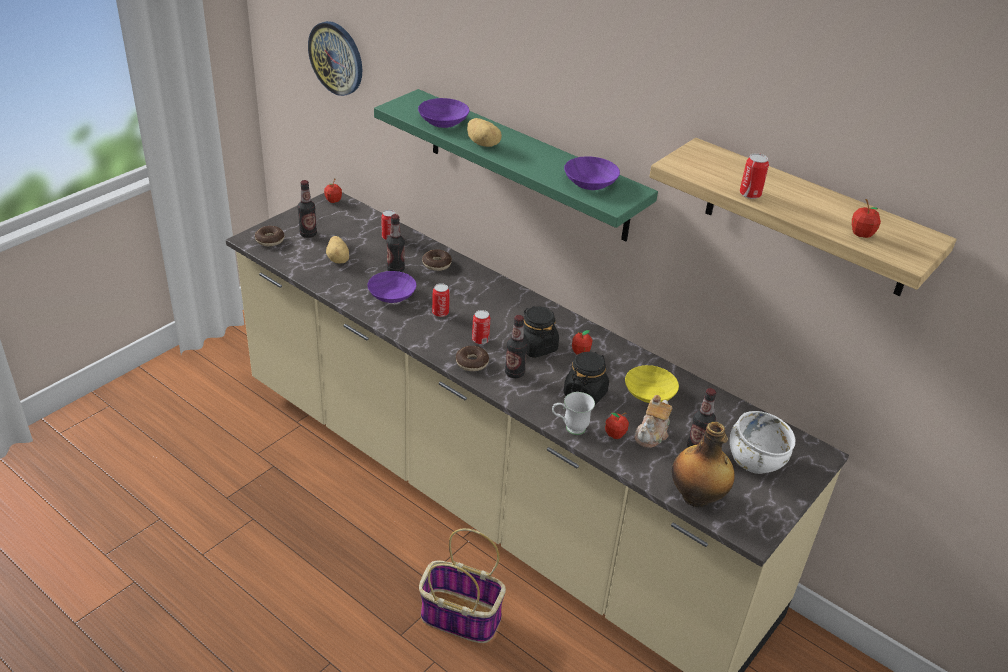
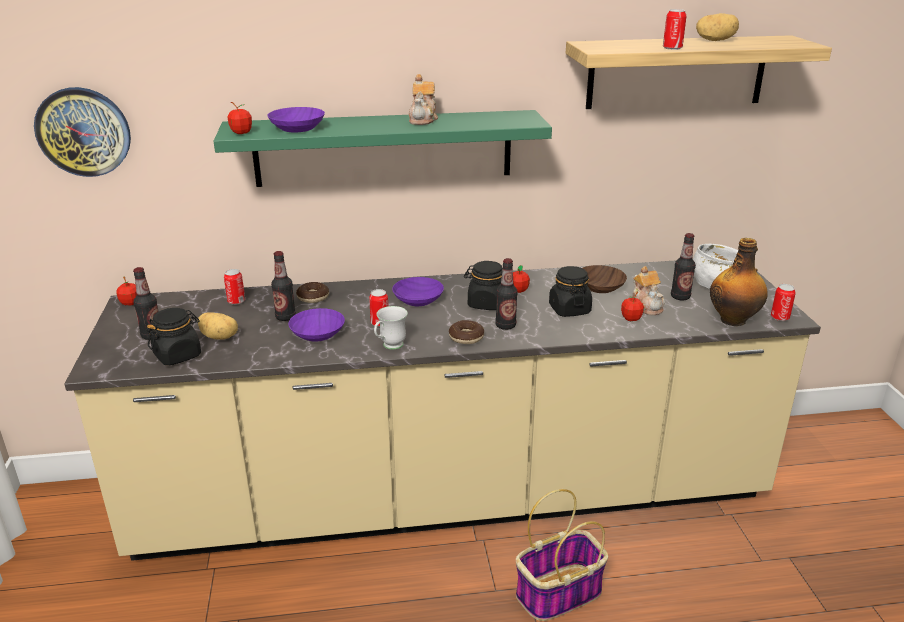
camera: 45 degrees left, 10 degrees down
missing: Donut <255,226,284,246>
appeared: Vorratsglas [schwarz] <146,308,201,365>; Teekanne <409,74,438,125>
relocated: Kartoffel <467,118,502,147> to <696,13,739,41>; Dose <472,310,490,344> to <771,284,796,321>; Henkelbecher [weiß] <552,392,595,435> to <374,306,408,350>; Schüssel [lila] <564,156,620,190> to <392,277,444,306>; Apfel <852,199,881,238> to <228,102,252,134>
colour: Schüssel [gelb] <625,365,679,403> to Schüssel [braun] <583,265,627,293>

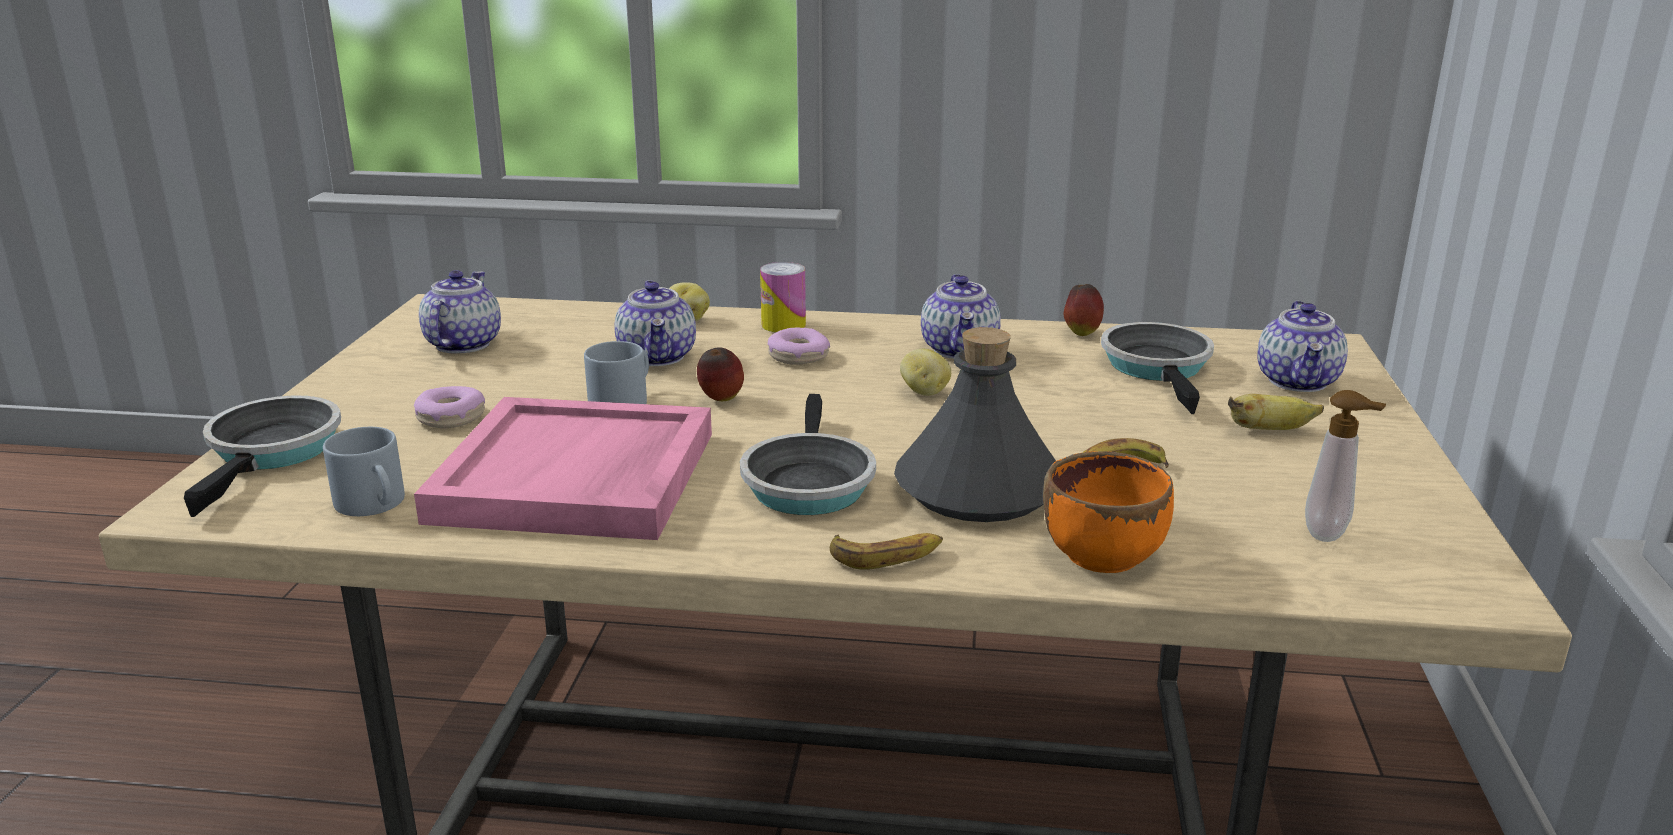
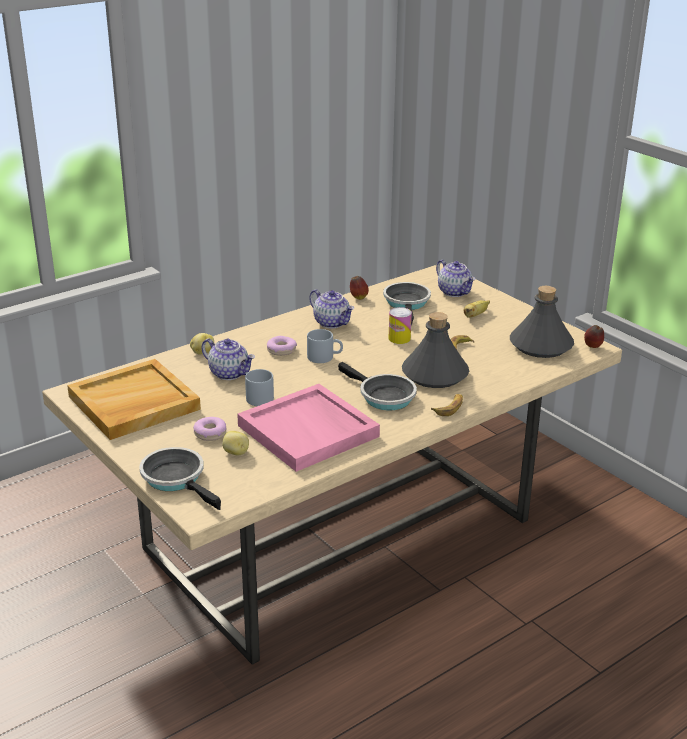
camera: 45 degrees left, 5 degrees up
missing: Schüssel [orange] <1043,451,1174,573>
relocated: Henkelbecher [grau] <323,427,405,516> to <307,329,343,363>; Apfel <697,347,744,401> to <584,325,604,348>; Dose <760,262,806,332> to <388,307,412,344>; Kartoffel <900,349,951,396> to <222,431,249,455>
exchanged: Teekanne <419,270,501,354> to Tablett [beige] <67,359,201,440>; Seifenspender <1305,390,1386,542> to Flasche [grau] <510,286,574,358>
spun: Pfanne <1101,322,1214,414> = <383,282,431,326> 45 degrees clockwise

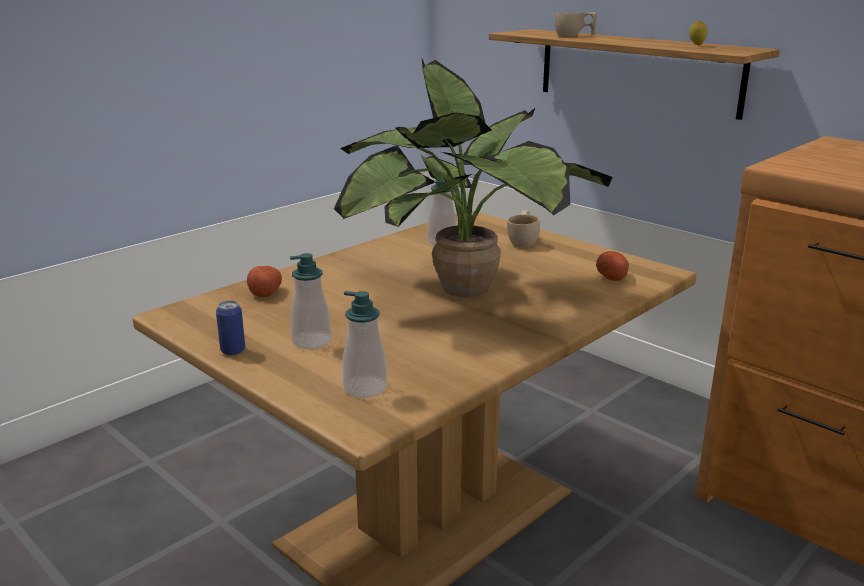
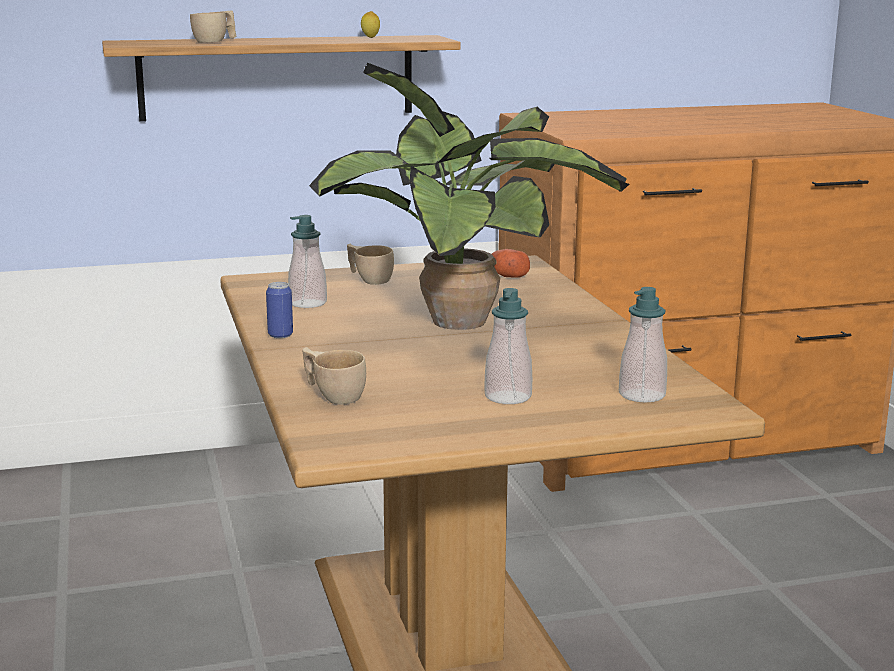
camera: 60 degrees left, 5 degrees down
relocated: Dose <216,300,245,356> to <266,282,293,338>
exchanged: Kartoffel <247,266,282,297> to Tasse [beige] <303,347,366,405>

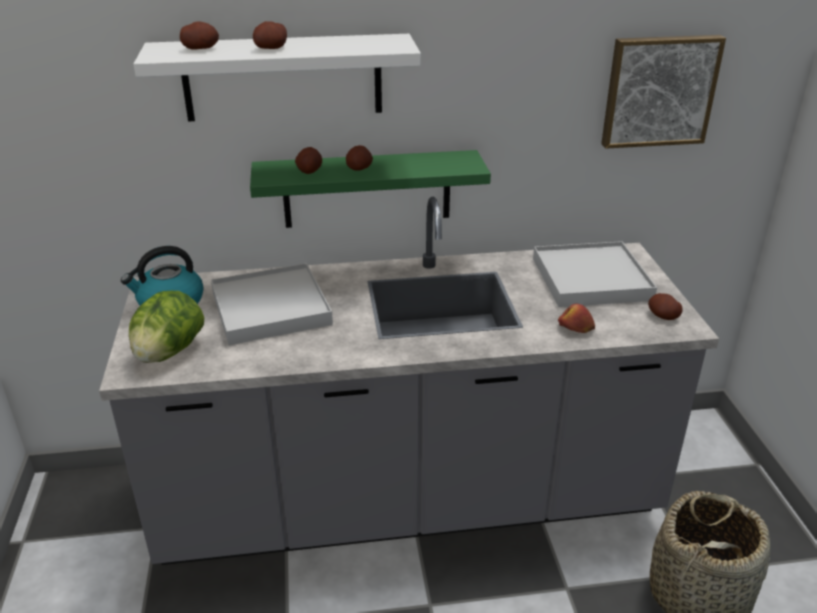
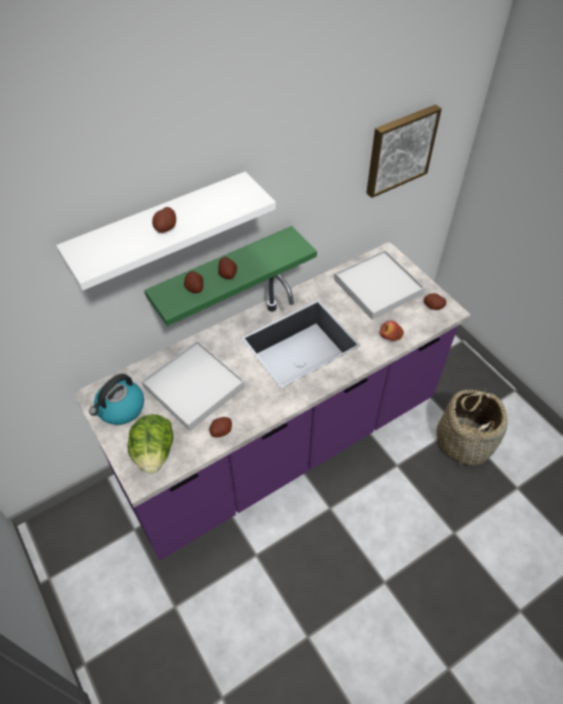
camera: 25 degrees left, 20 degrees up
relocated: Kartoffel <180,22,219,50> to <209,417,232,438>
colour: Küchenzeile [grau] <99,197,719,565> to Küchenzeile [lila] <73,242,471,561>

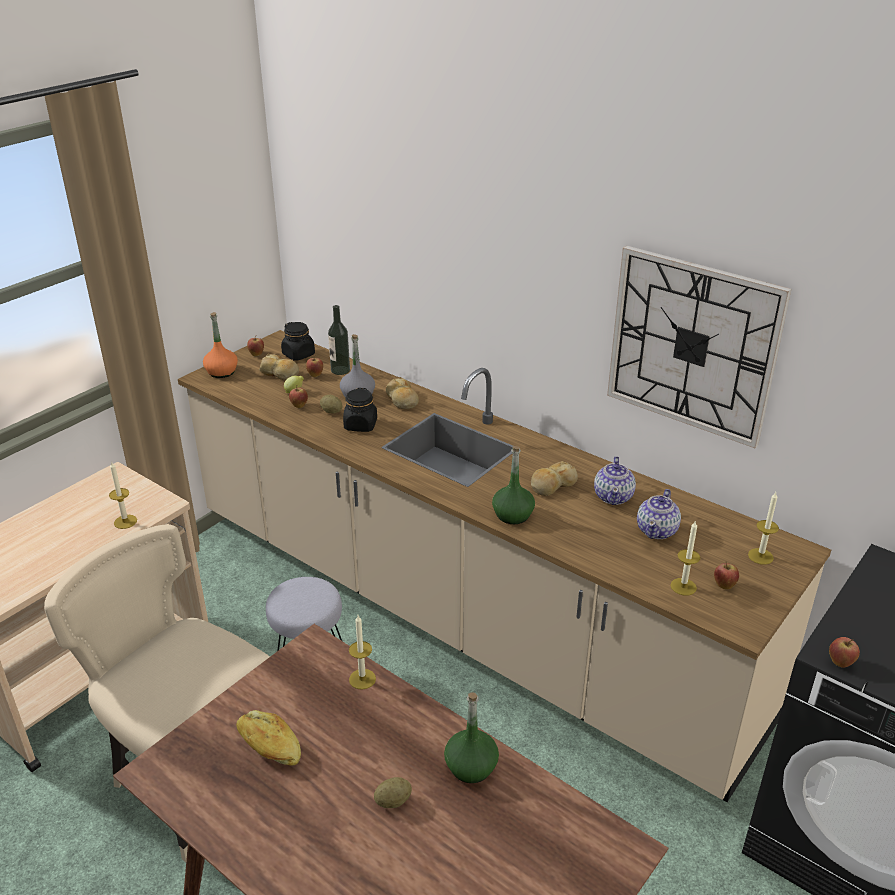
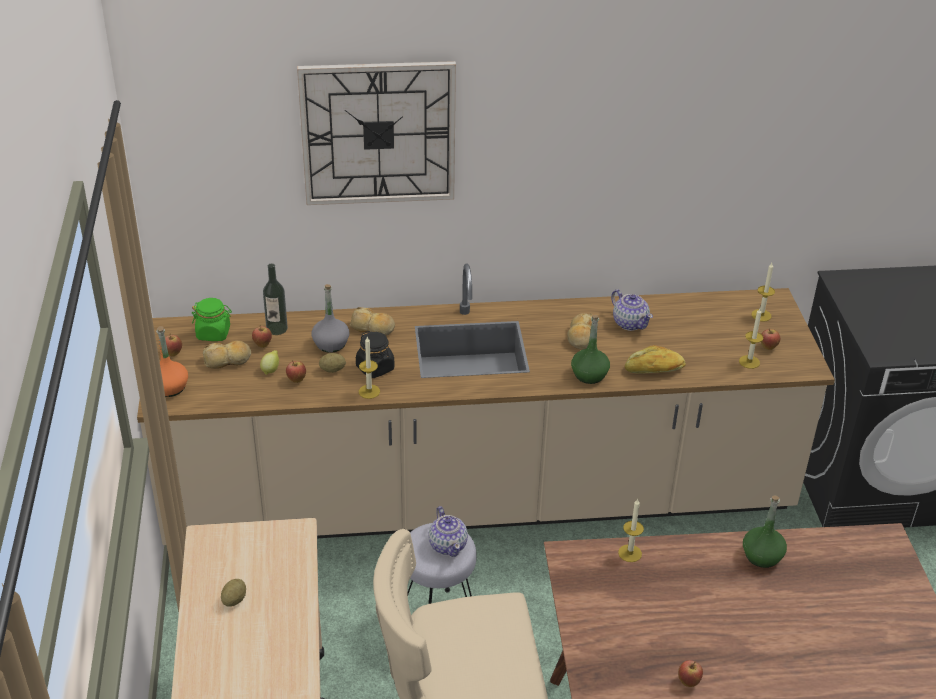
camera: 45 degrees left, 5 degrees up
relocated: Kerze <109,461,137,529> to <359,337,380,399>; Brot <236,710,301,766> to <625,345,686,374>; Kartoffel <374,777,412,808> to <221,579,246,607>; Wanduhr <607,246,791,448> to <297,61,456,205>; Teekanne <637,489,681,539> to <429,506,468,557>; Apfel <829,637,860,668> to <678,660,703,687>
colour: Vorratsglas [schwarz] <281,322,315,361> to Vorratsglas [grün] <192,298,232,341>

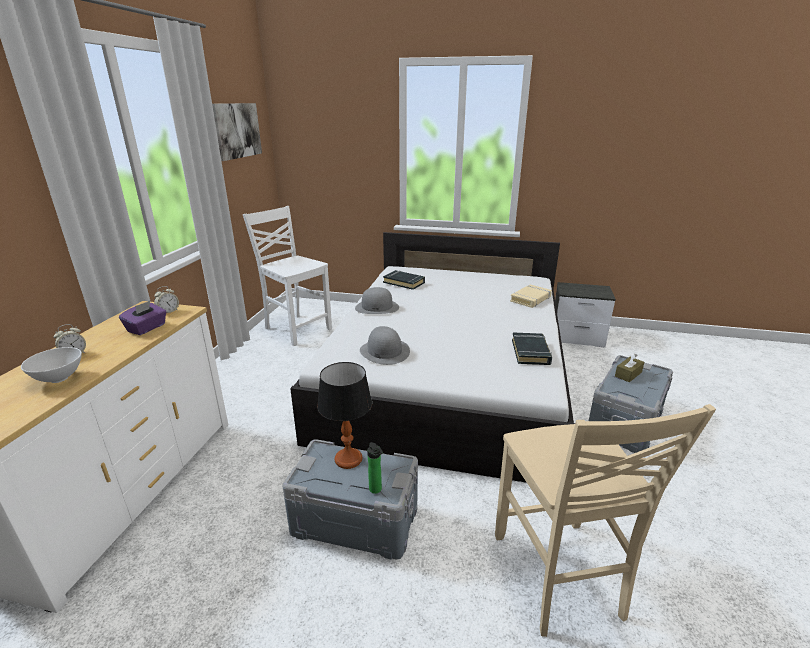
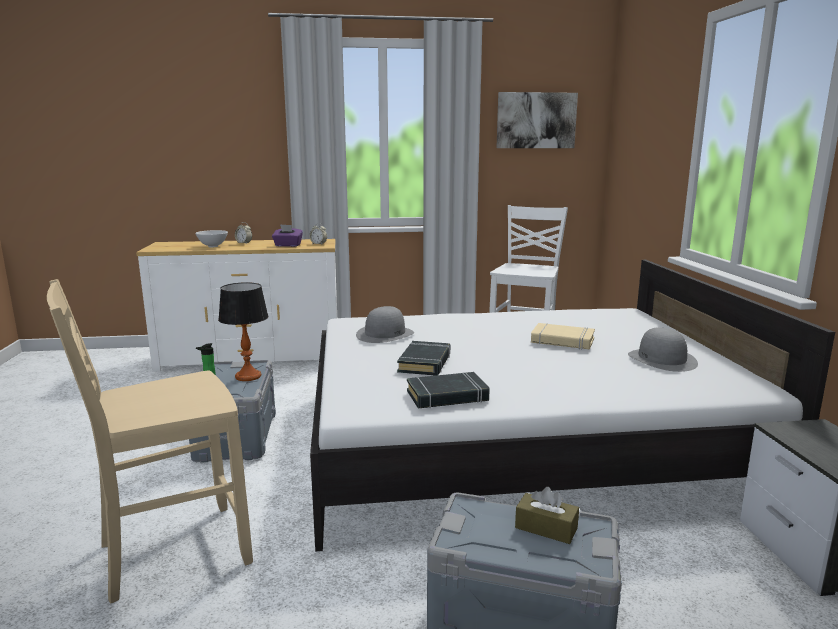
camera: 70 degrees right, 10 degrees down
relocated: Hut [grau] <355,287,399,314> to <628,327,698,372>; Buch [schwarz] <383,270,425,290> to <397,341,450,376>; Buch [beige] <510,284,552,308> to <531,323,595,349>

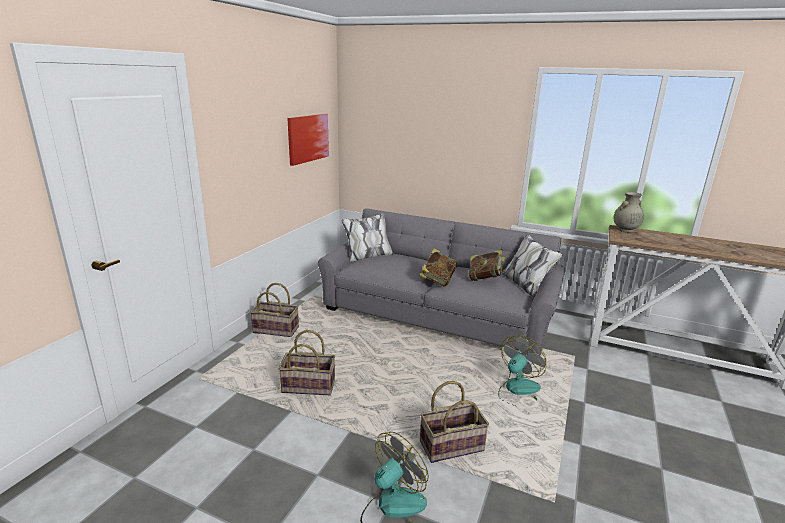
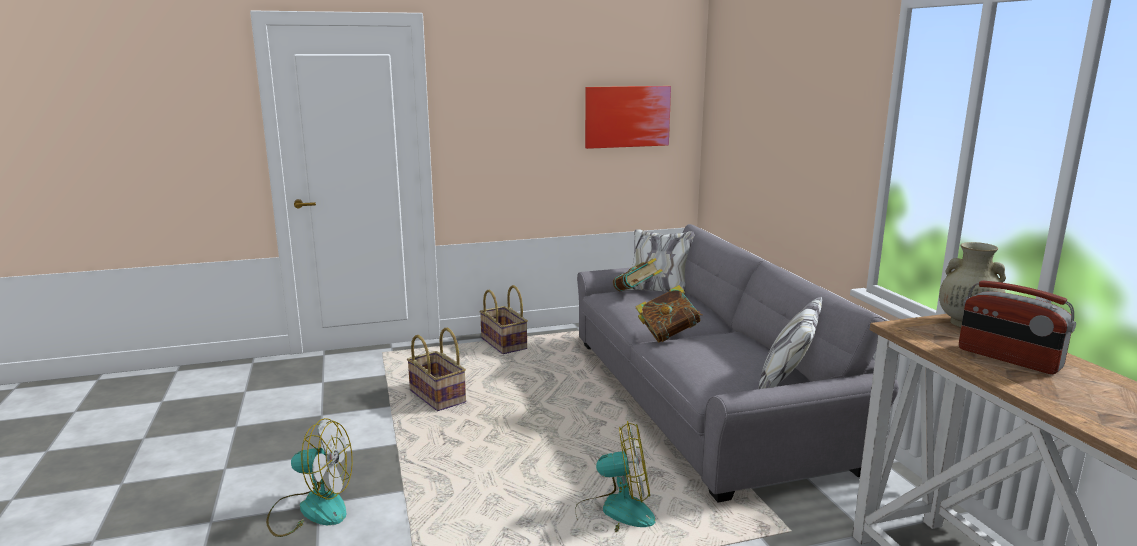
camera: 50 degrees right, 5 degrees down
missing: Korb <420,381,489,463>
appeared: Radio <959,281,1076,374>
relocated: Buch <469,250,505,281> to <613,258,662,291>

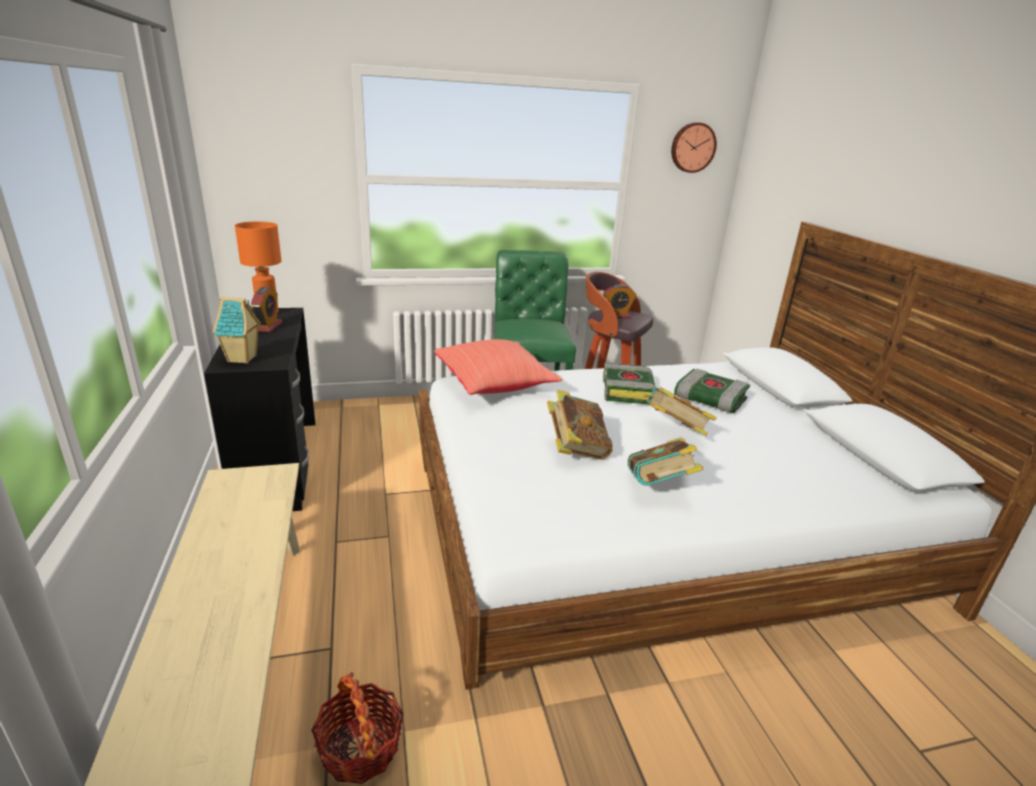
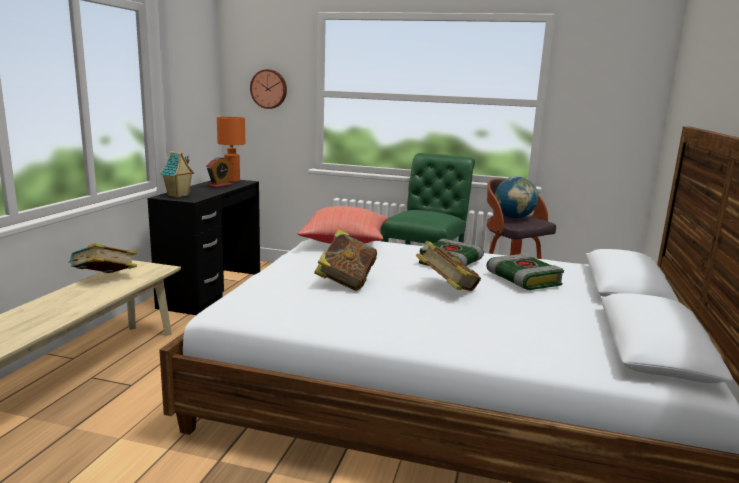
camera: 30 degrees right, 10 degrees down
missing: Korb <311,672,404,784>
relocated: Buch <628,437,703,486> to <68,243,137,273>; Wanduhr <671,122,717,173> to <250,69,287,109>
exchanged: Wecker <603,284,637,318> to Globus <495,176,538,219>

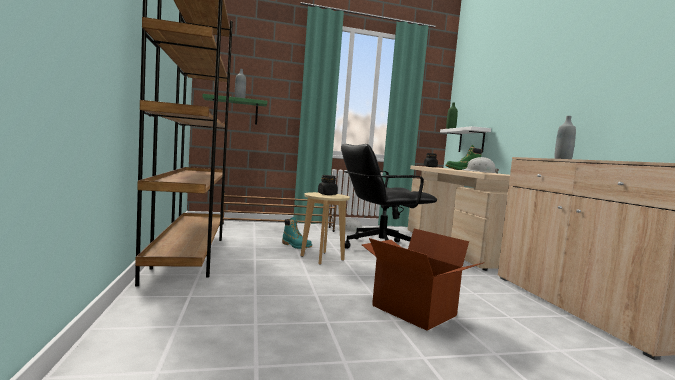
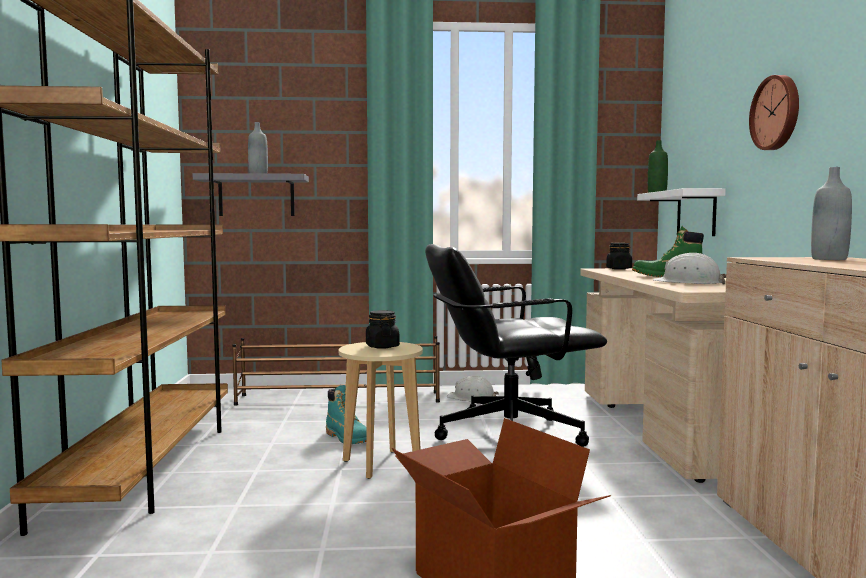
camera: 10 degrees right, 0 degrees up
appeared: Wanduhr <749,75,799,150>
colour: Wandregal [grün] <203,94,267,125> to Wandregal [grau] <193,173,309,216>

